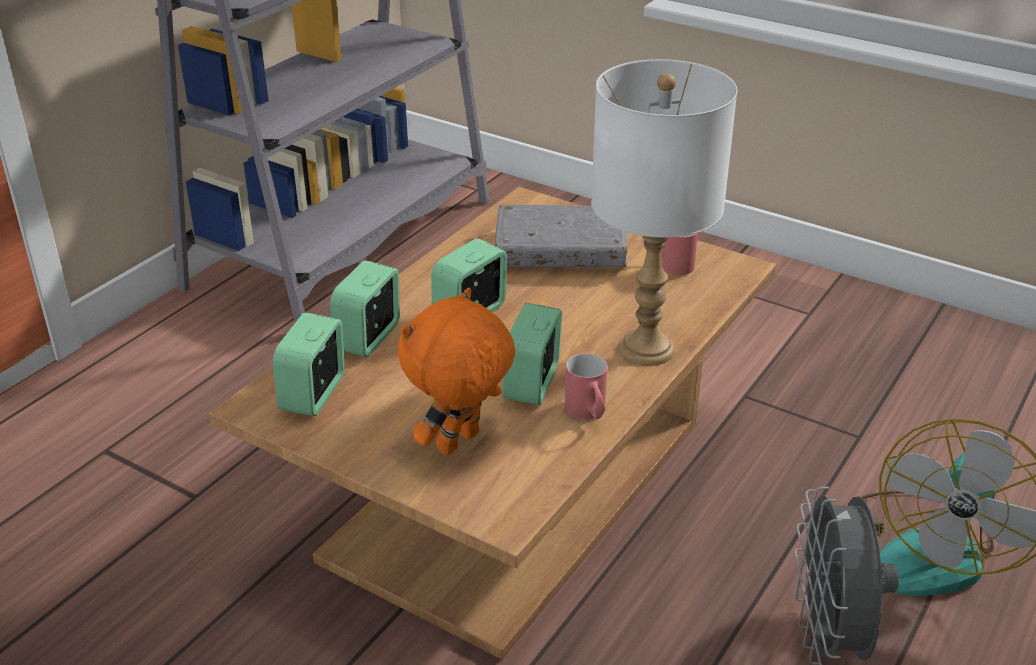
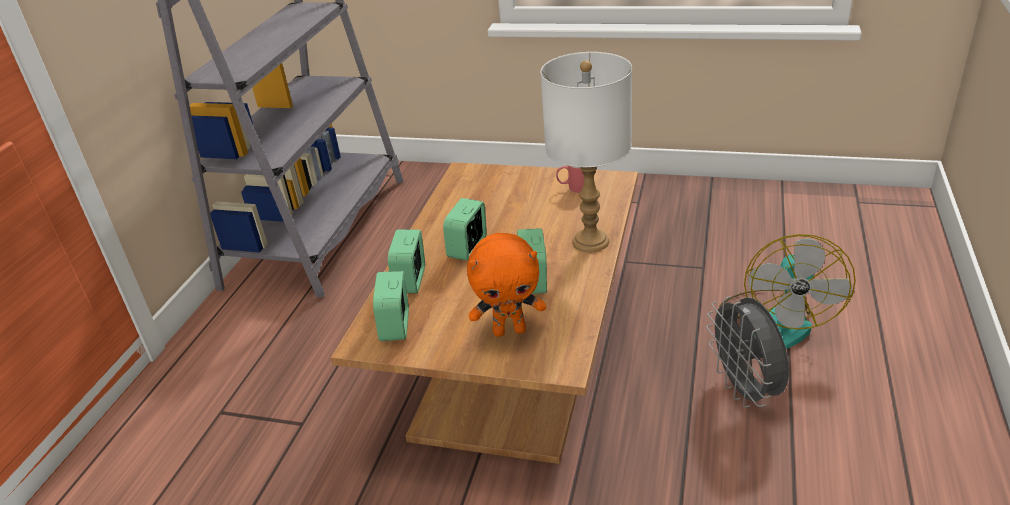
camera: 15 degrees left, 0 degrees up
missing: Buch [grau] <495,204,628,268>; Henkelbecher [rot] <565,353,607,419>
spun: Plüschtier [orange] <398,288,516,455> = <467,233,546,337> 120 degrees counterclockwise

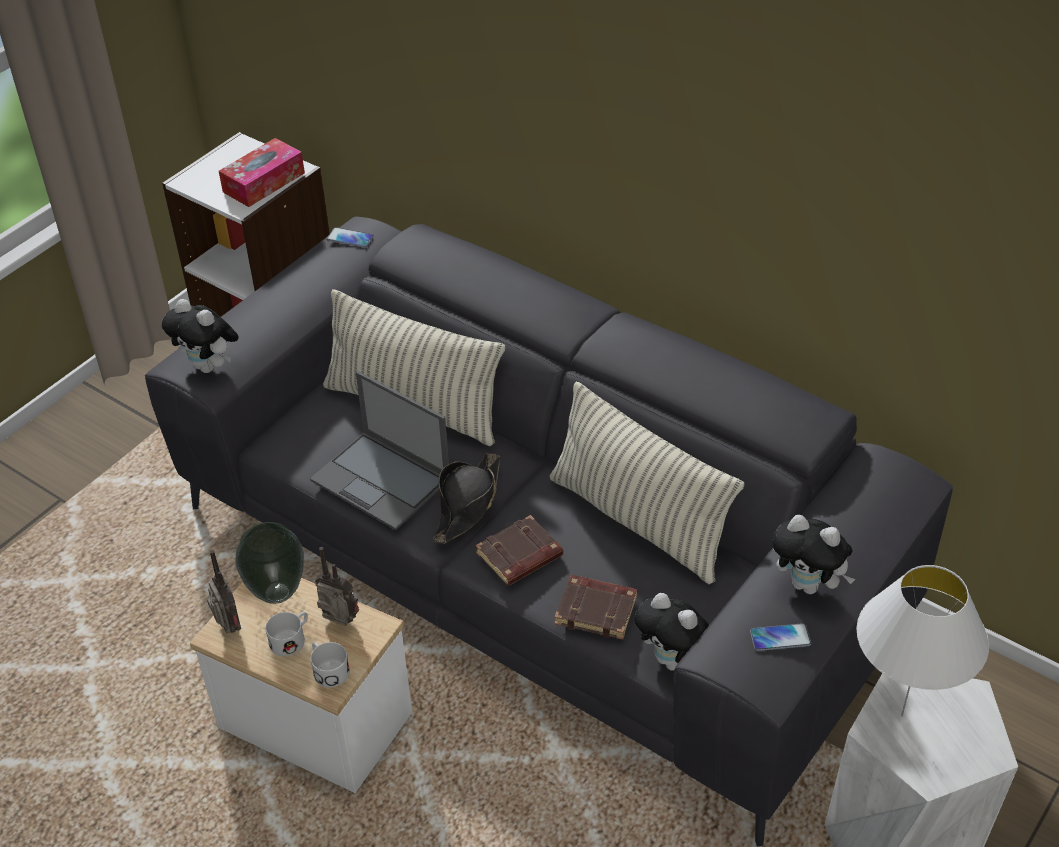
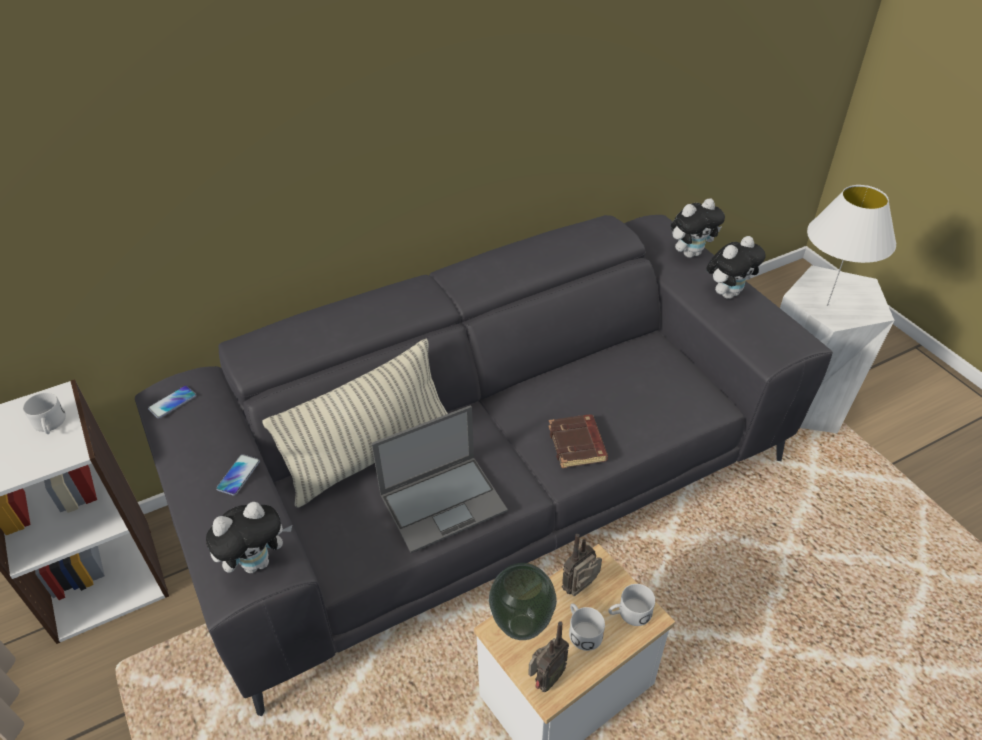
camera: 65 degrees left, 0 degrees up
missing: Hut [schwarz] <433,453,500,544>; Kissen <550,381,744,584>; Buch [braun] <555,575,638,640>
relocated: Plüschtier <634,593,709,671> to <671,198,725,258>; Handy <750,623,811,651> to <216,454,260,496>
exchanged: Taschentuchbox <219,138,305,207> to Henkelbecher [weiß] <23,392,66,434>
spun: Radio <207,550,241,633> = <528,621,569,692> 135 degrees clockwise

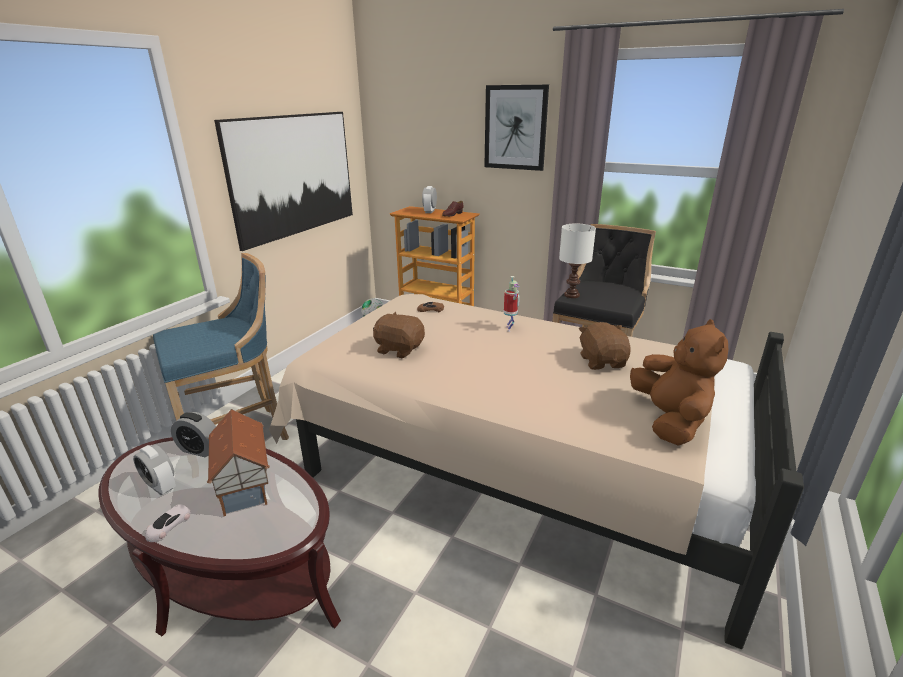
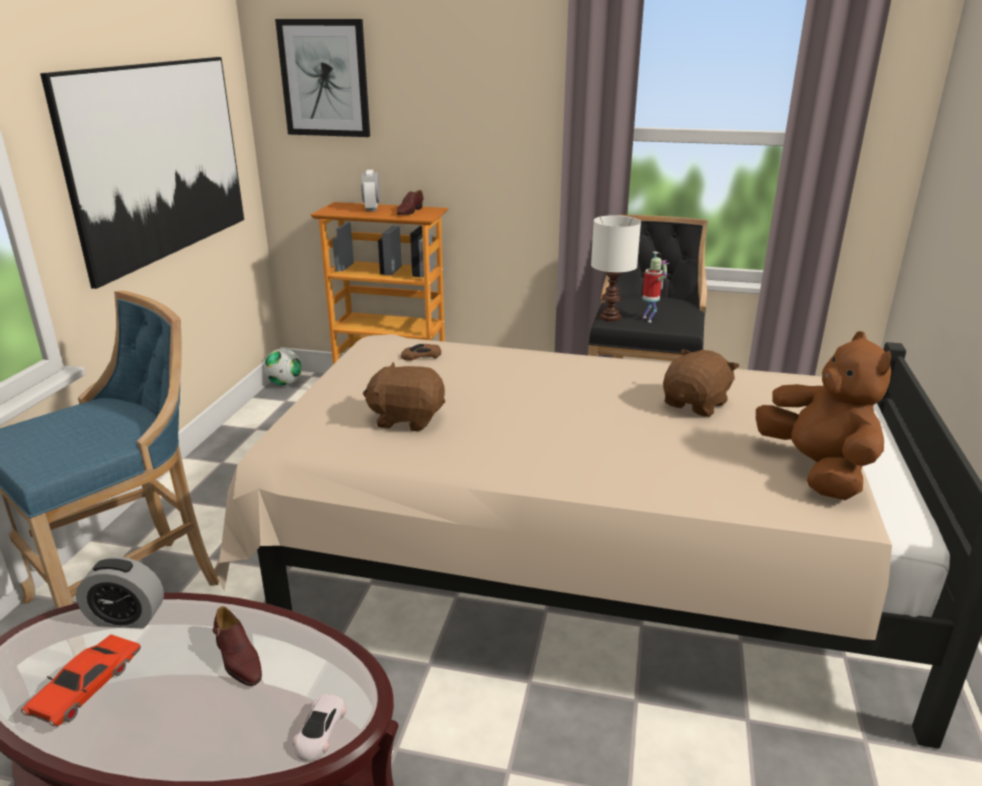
camera: 15 degrees left, 0 degrees up
relocated: Spielzeugauto [weiß] <145,504,191,542> to <293,694,347,761>; Bild <484,85,549,171> to <275,19,370,137>; Spielzeugroboter <504,276,520,332> to <642,252,669,322>
exchanged: Wecker <133,445,176,495> to Spielzeugauto [rot] <21,634,141,727>; Spielzeughaus <207,409,270,516> to Schuh [braun] <213,606,262,686>
spun: Plüschtier [braun] <579,322,631,370> = <663,349,739,417> 60 degrees clockwise

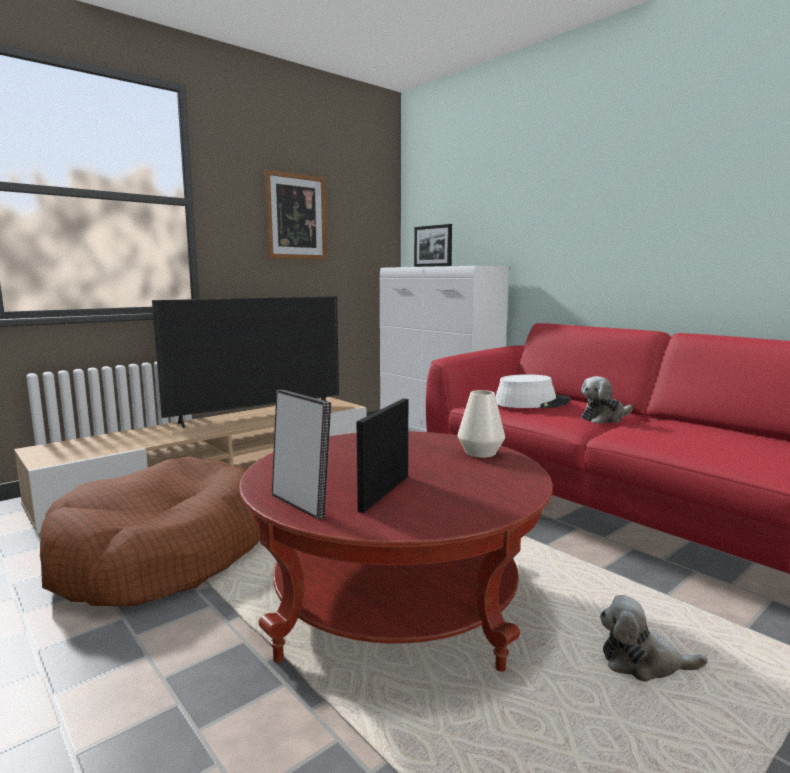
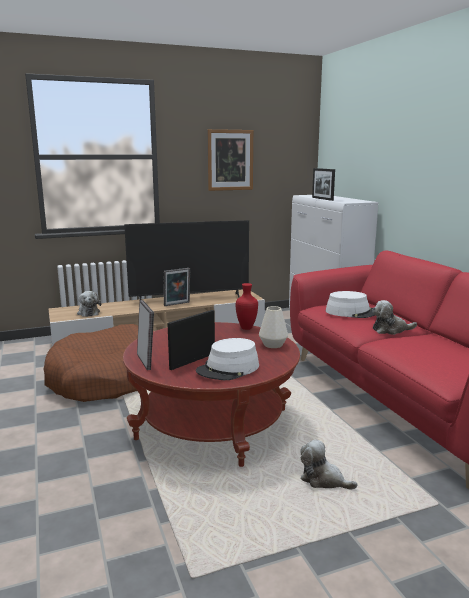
camera: 20 degrees right, 5 degrees up
appeared: Plüschtier <77,291,101,317>; Bilderrahmen <164,268,190,306>; Hut [weiß] <196,338,259,380>; Vase [rot] <236,283,258,330>

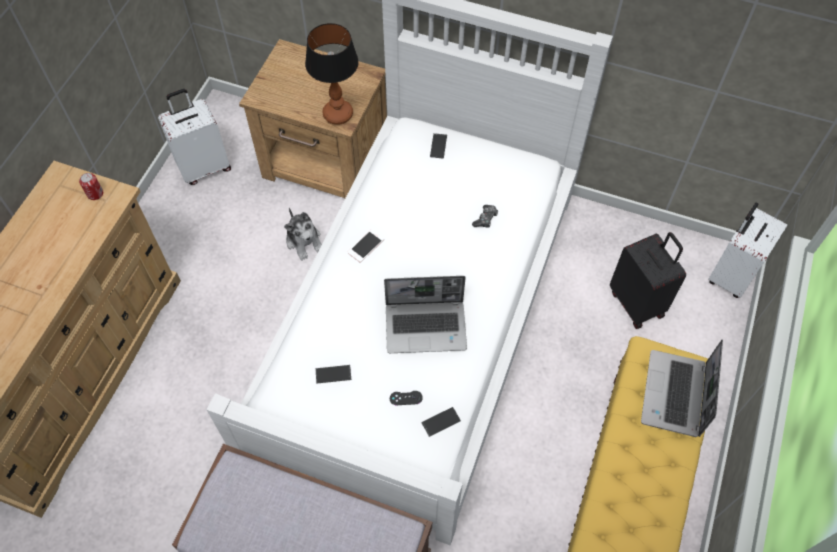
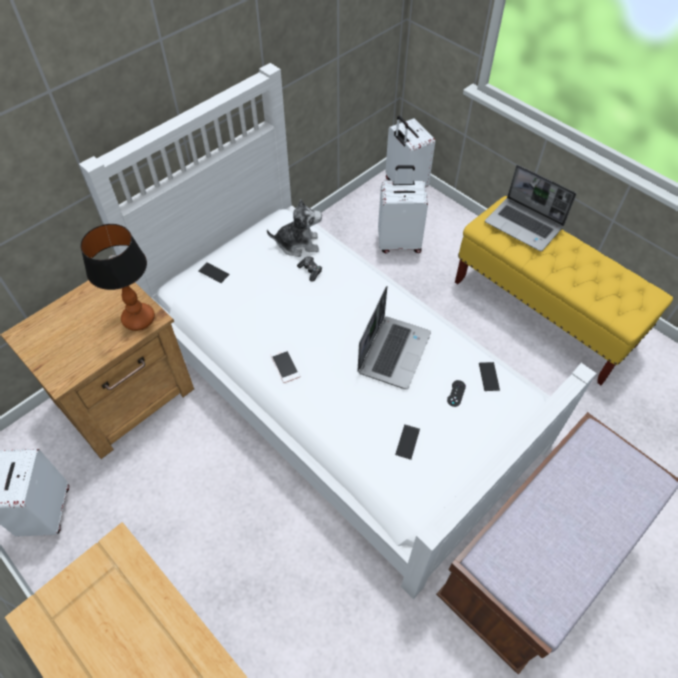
camera: 65 degrees left, 5 degrees down
missing: Dose <79,173,103,200>
relocated: Plüschtier <284,208,322,260> to <267,199,322,257>
colour: Koffer [schwarz] <610,232,686,329> to Koffer [weiß] <378,165,428,253>

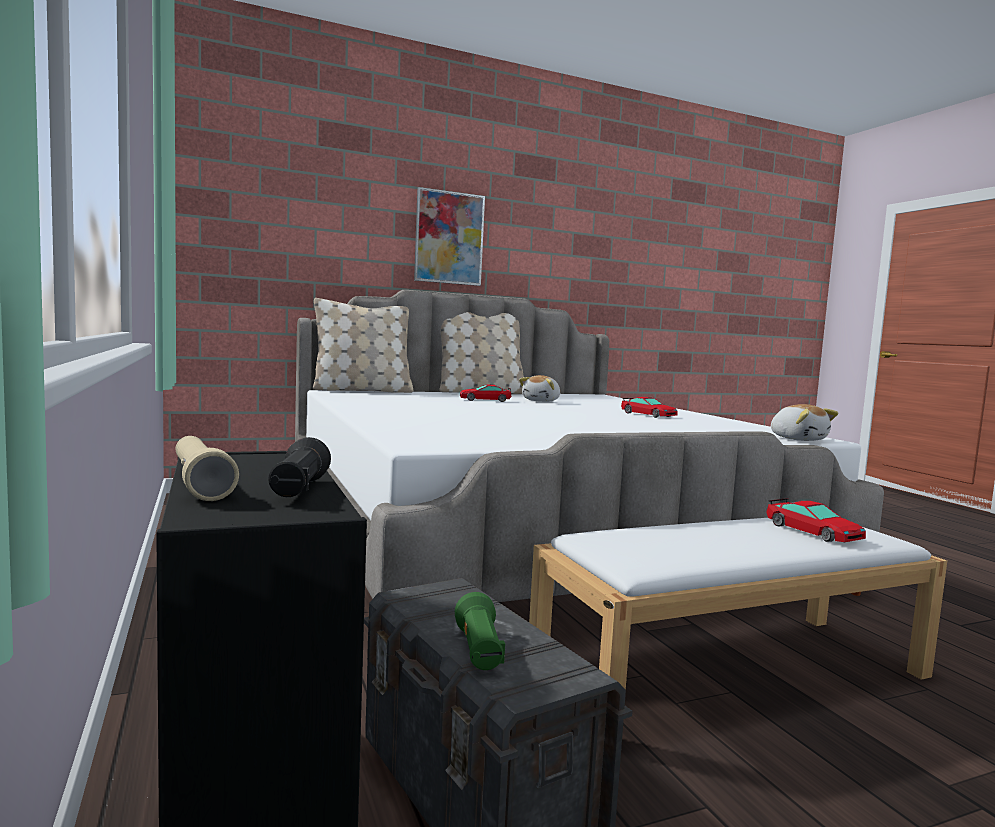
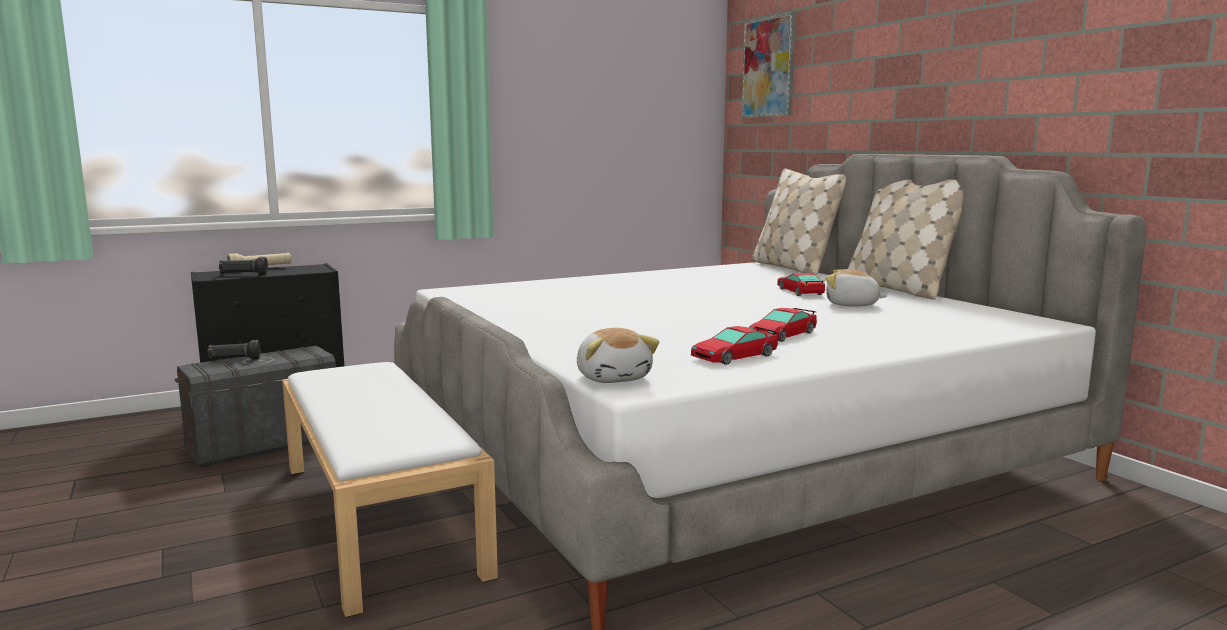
camera: 85 degrees right, 5 degrees up
relocated: Bild <414,187,485,286> to <742,12,796,118>; Spielzeugauto <766,498,866,542> to <691,326,778,365>
colour: Taschenlampe [grün] <455,592,505,670> to Taschenlampe [schwarz] <208,340,260,359>
spun: Plüschtier <771,404,838,441> = <577,328,659,383> 75 degrees counterclockwise

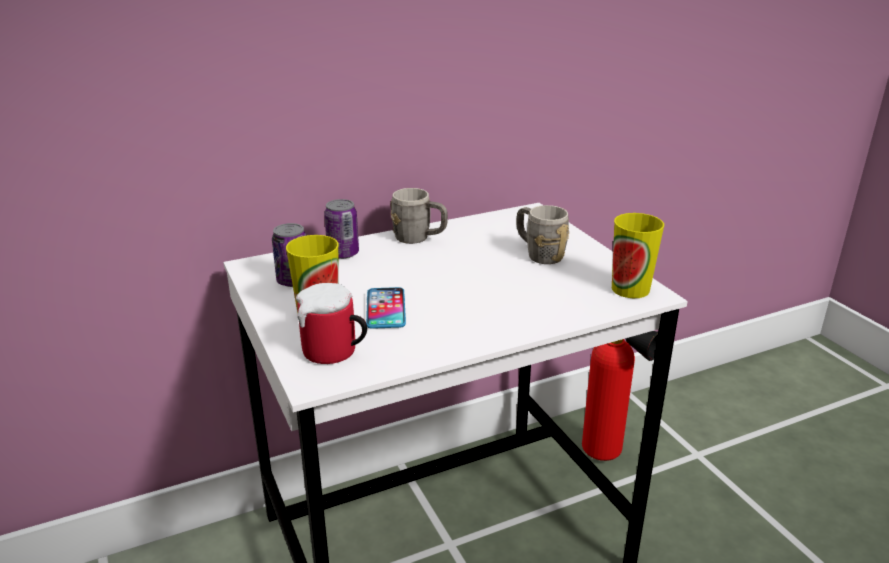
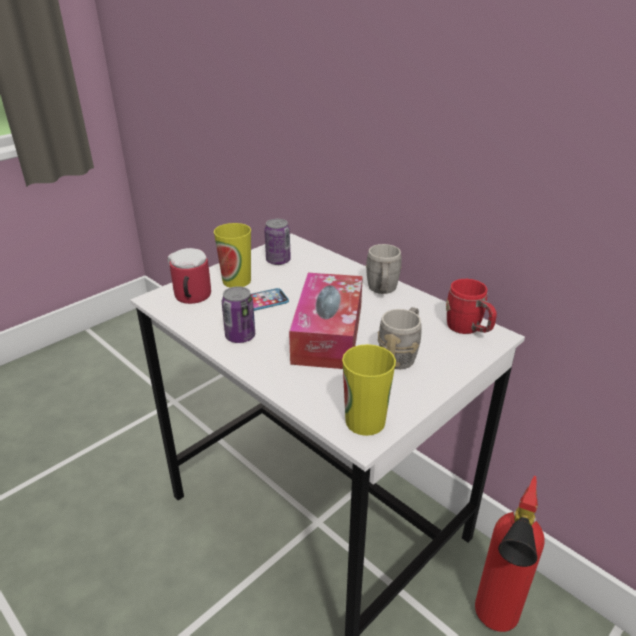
camera: 70 degrees right, 5 degrees up
appeared: Taschentuchbox <289,273,363,369>; Henkelbecher [rot] <446,279,497,334>
relocated: Dose <324,199,359,259> to <222,286,255,343>

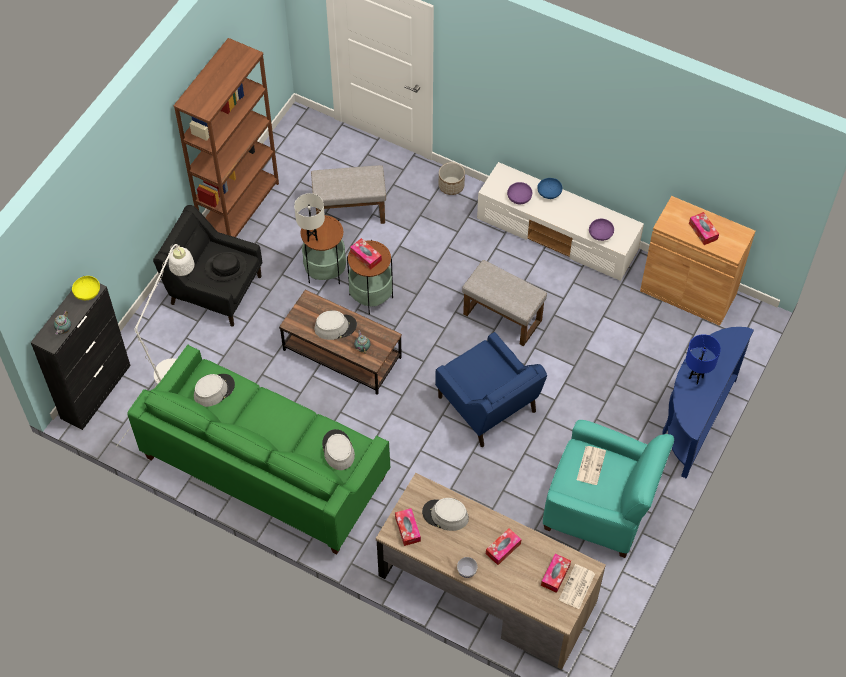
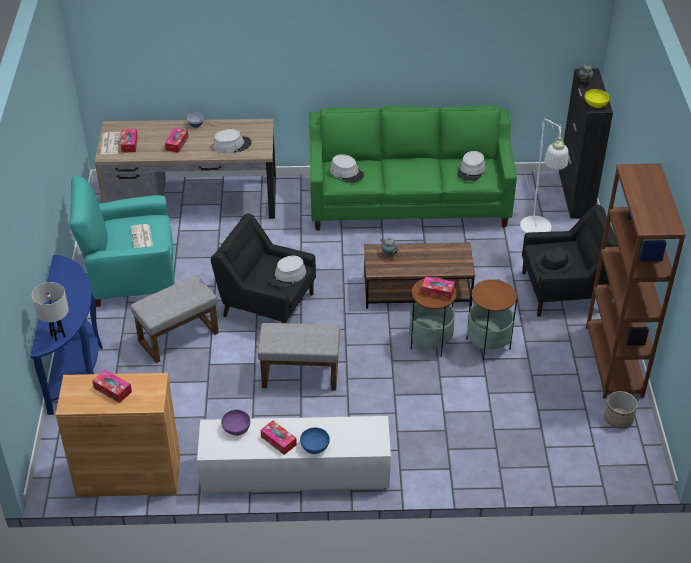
camera: 150 degrees right, 15 degrees down
missing: Schüssel [lila] <507,182,533,205>; Tischlampe [blau] <686,334,721,384>
relocated: Tischlampe [weiß] <294,193,325,242> to <32,282,69,342>; Polsterhocker [grau] <311,165,386,224> to <130,275,219,363>; Hut [grau] <314,310,357,340> to <268,256,306,287>; Taschentuchbox <395,508,421,546> to <261,420,297,455>; Pflanzkübel <439,162,465,195> to <604,391,638,429>
colour: Sessel [blau] <435,332,547,447> to Sessel [schwarz] <211,213,316,323>

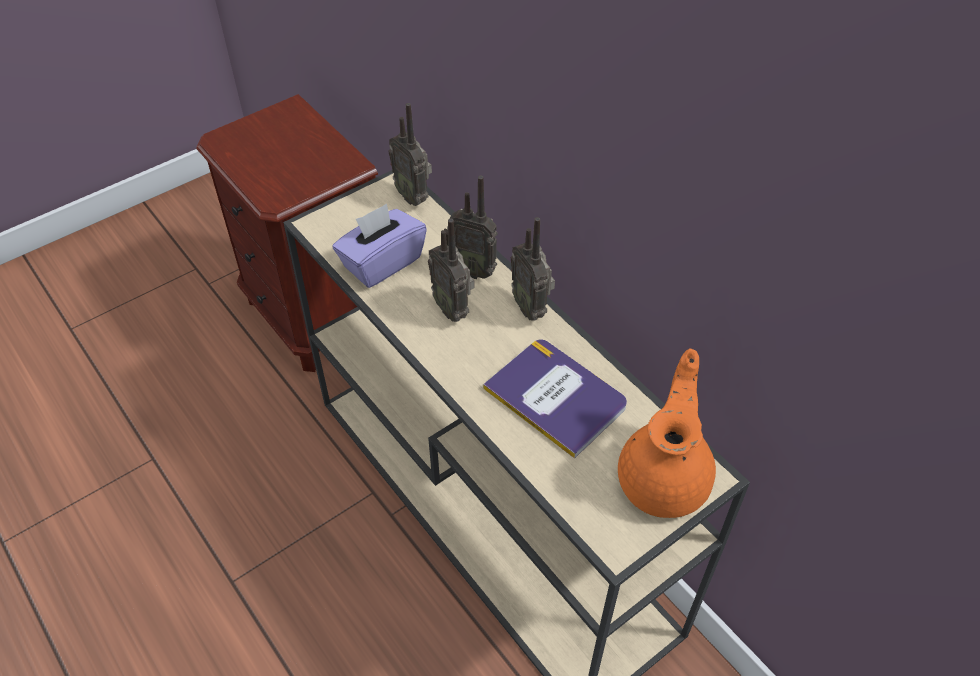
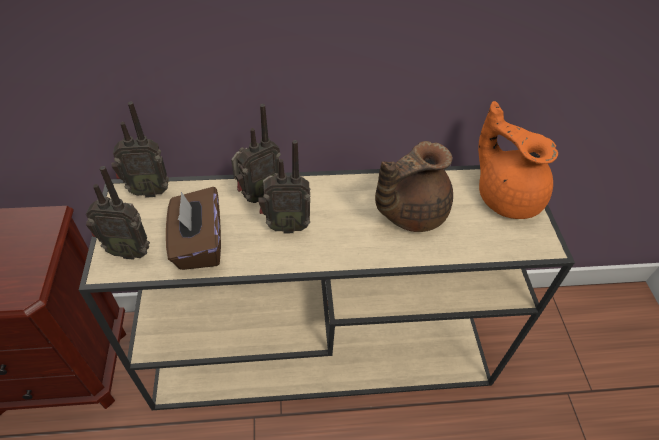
camera: 60 degrees left, 0 degrees up
relocated: Radio <511,217,555,321> to <86,166,150,260>
exchanged: Buch <483,340,627,458> to Teekanne [braun] <375,141,453,232>
colour: Taschentuchbox [lila] <332,203,427,288> to Taschentuchbox [braun] <166,187,221,270>

